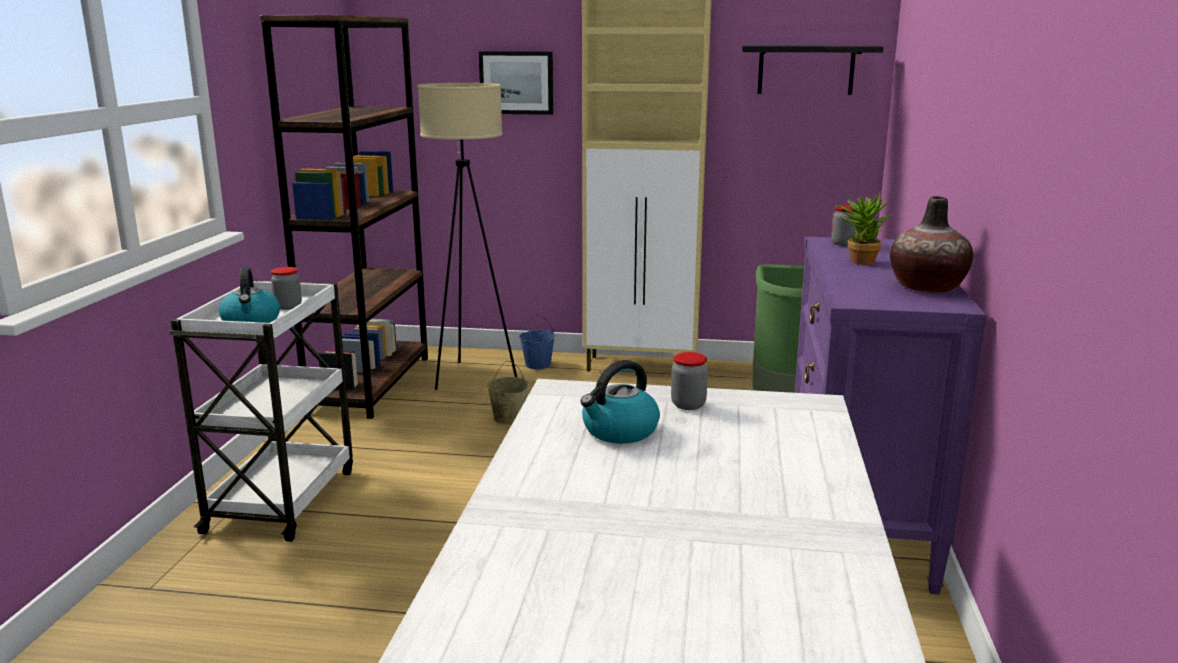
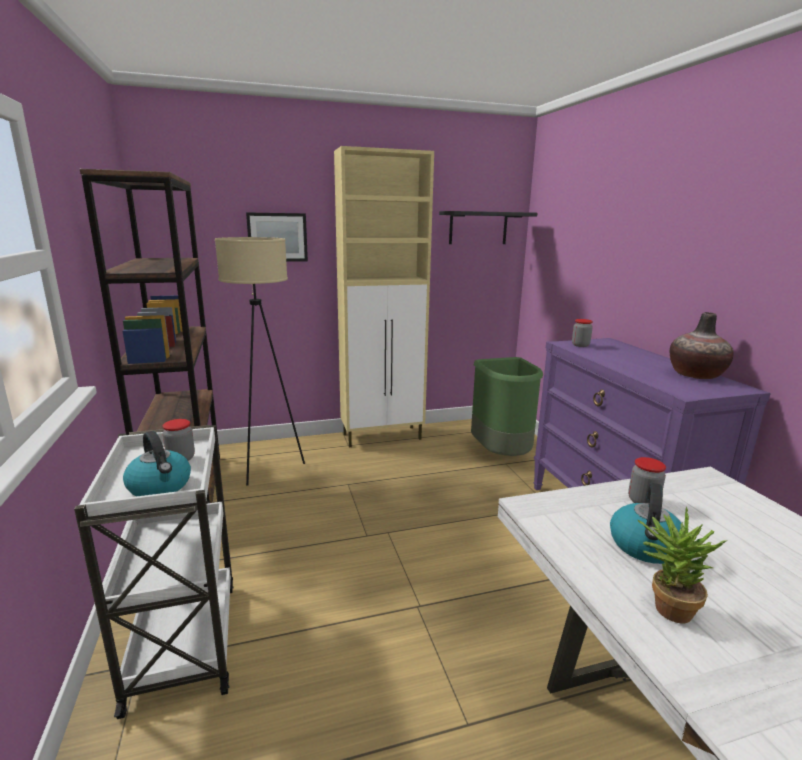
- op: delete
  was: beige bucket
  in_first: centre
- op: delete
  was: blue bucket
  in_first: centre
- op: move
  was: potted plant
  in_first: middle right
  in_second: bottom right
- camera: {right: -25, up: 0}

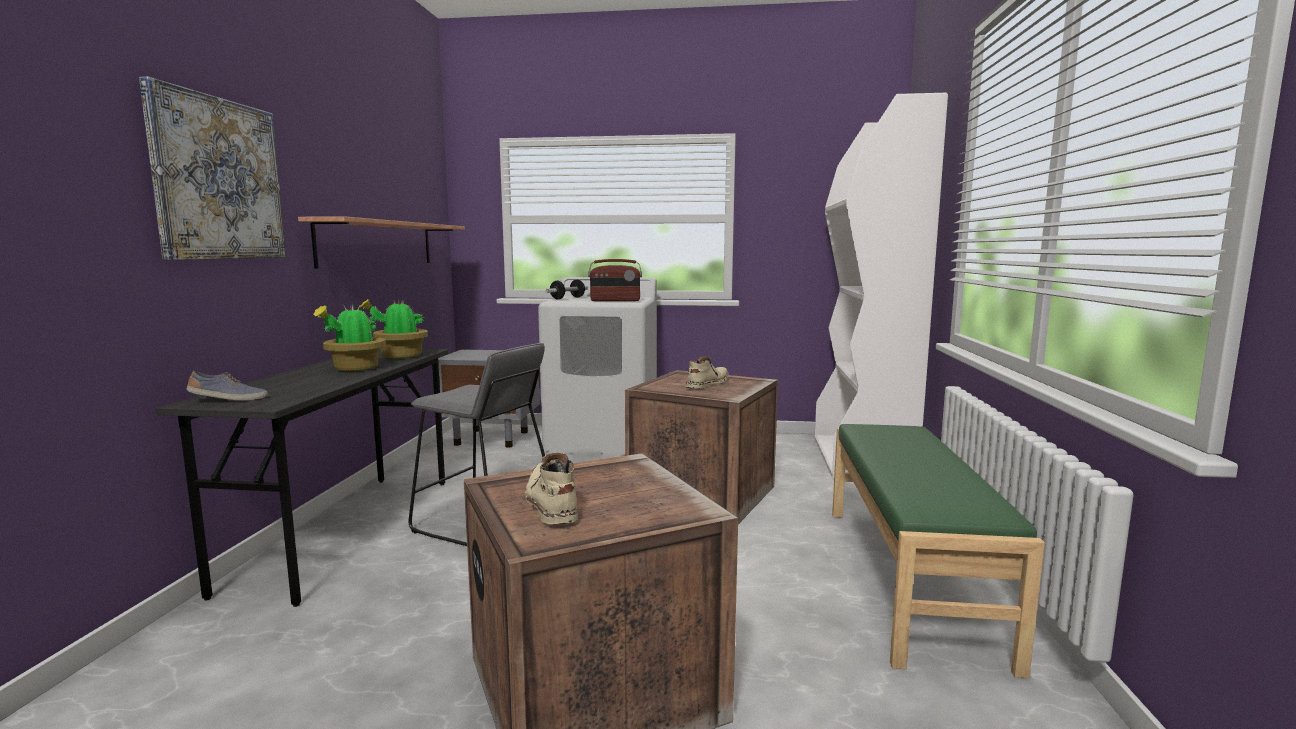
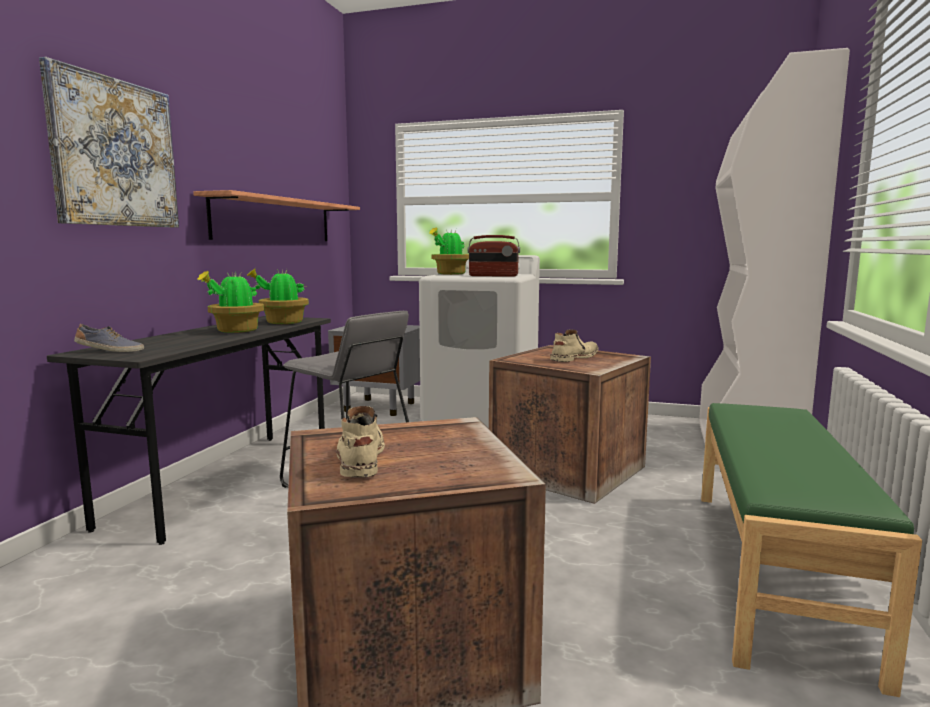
- op: replace
  was: dumbbell
  now: potted plant (3rd from left)
  in_first: centre
  in_second: centre
- camera: {right: 10, up: 0}

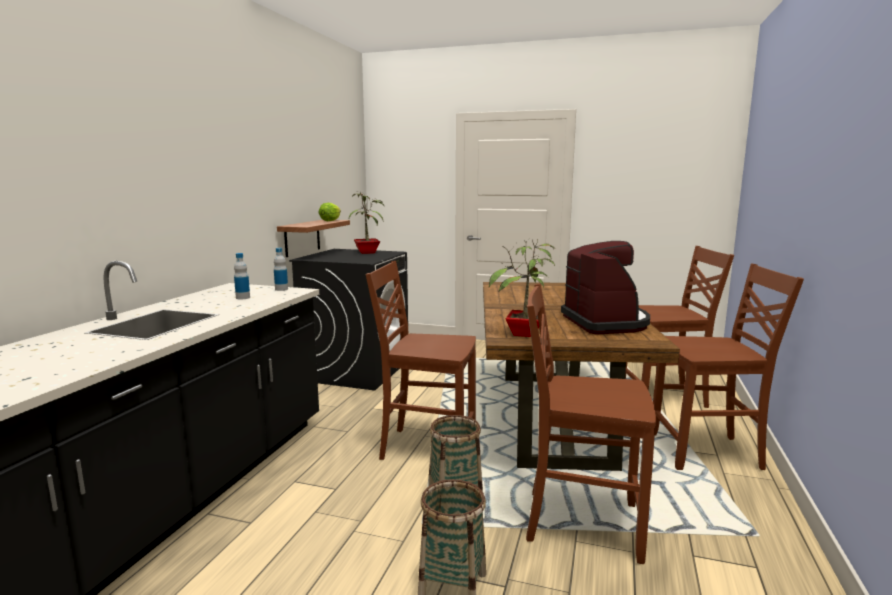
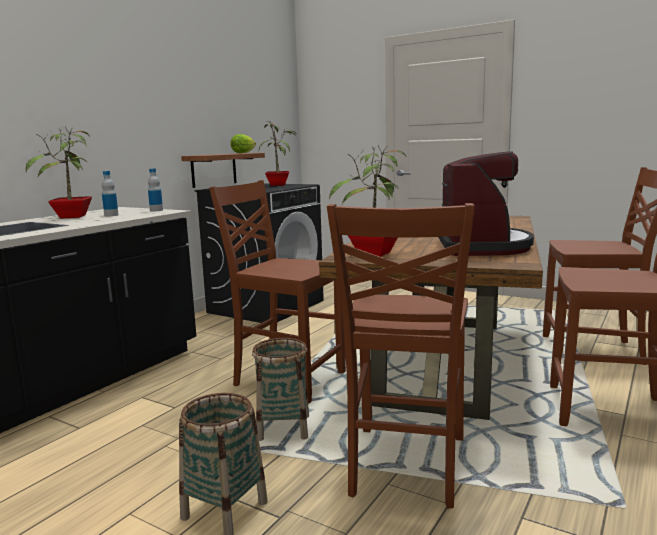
- op: insert
  now: potted plant (1st from left)
  in_second: top left
- op: rotate
  was: brown chair (2nd from left)
  in_first: bottom centre
  in_second: centre
  clockwise: -105
- camera: {right: 15, up: 0}

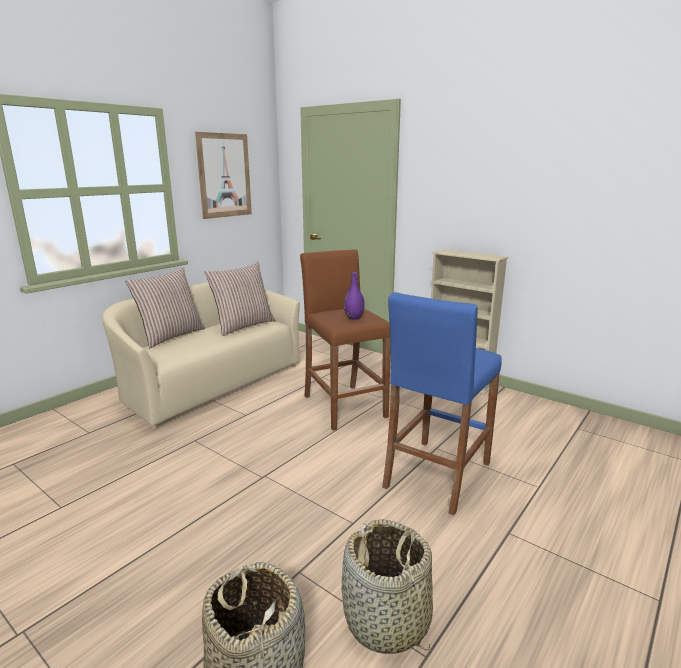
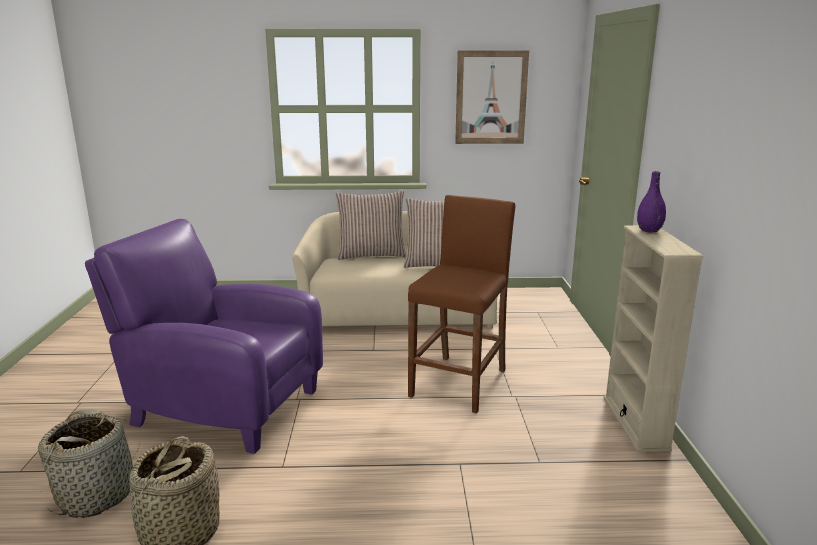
- op: delete
  was: blue stool
  in_first: centre
- op: insert
  now: purple armchair
  in_second: middle left
- op: move
  was: purple vase
  in_first: centre
  in_second: middle right
- camera: {right: 50, up: 0}

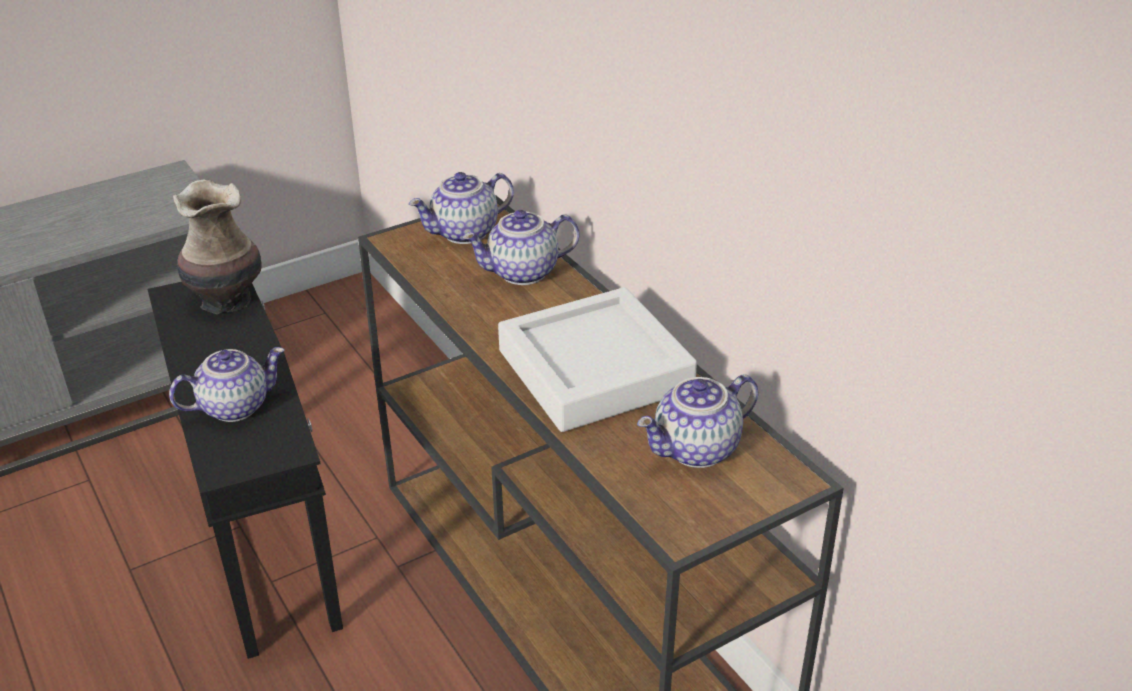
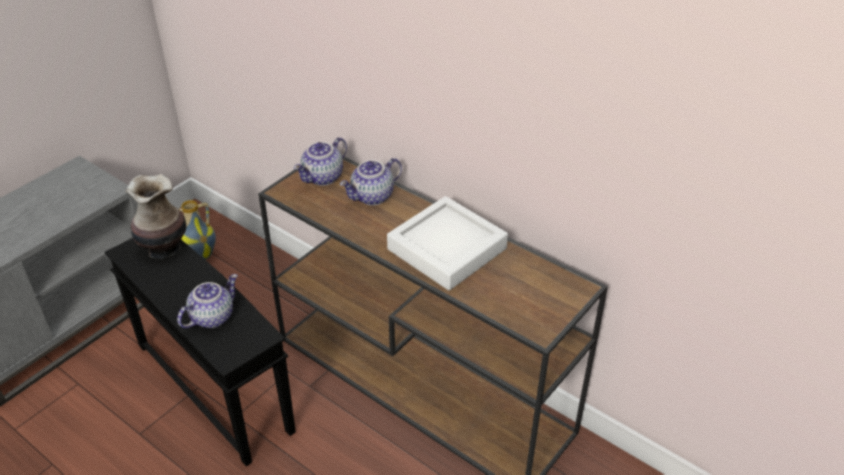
- op: delete
  was: teapot (4th from left)
  in_first: centre
- op: insert
  now: vase (2nd from left)
  in_second: middle left
- camera: {right: -20, up: 5}

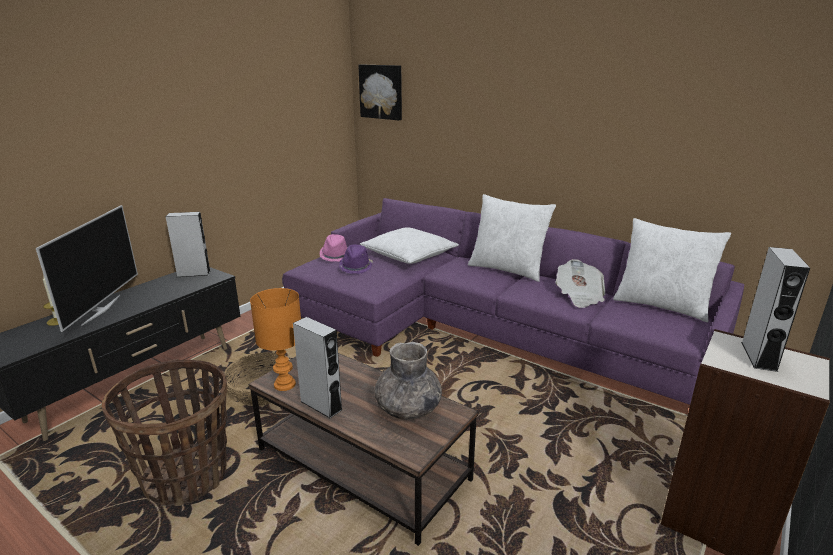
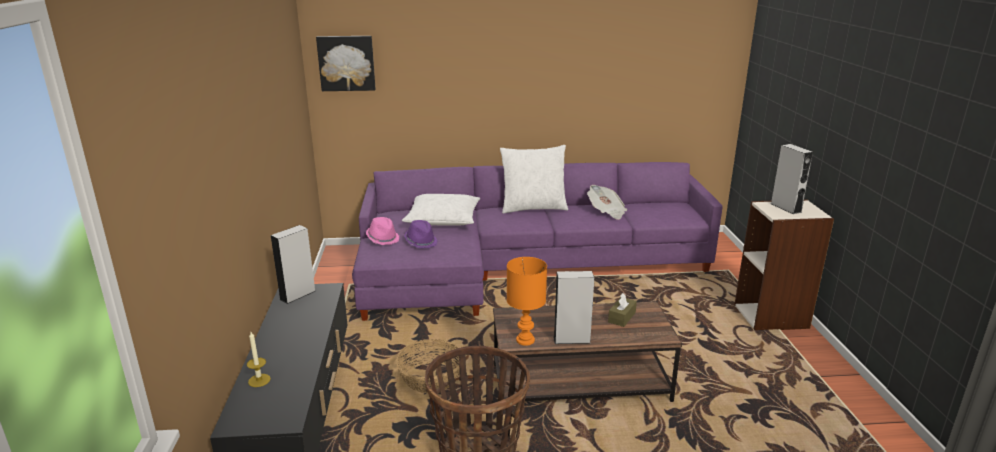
- op: delete
  was: television
  in_first: middle left
- op: delete
  was: white pillow (3rd from left)
  in_first: middle right
- op: replace
  was: grey vase
  now: brown tissue box
  in_first: bottom centre
  in_second: bottom centre
- camera: {right: -40, up: 0}

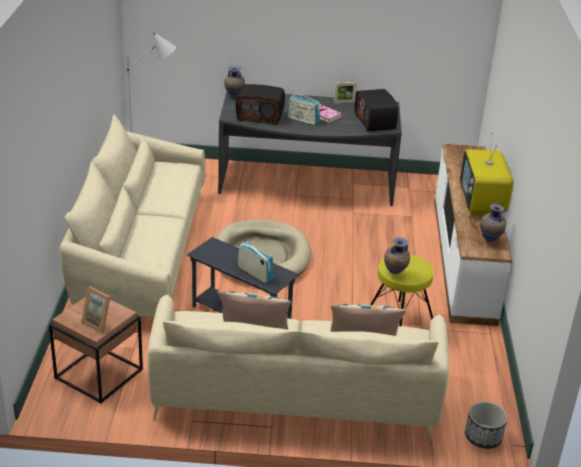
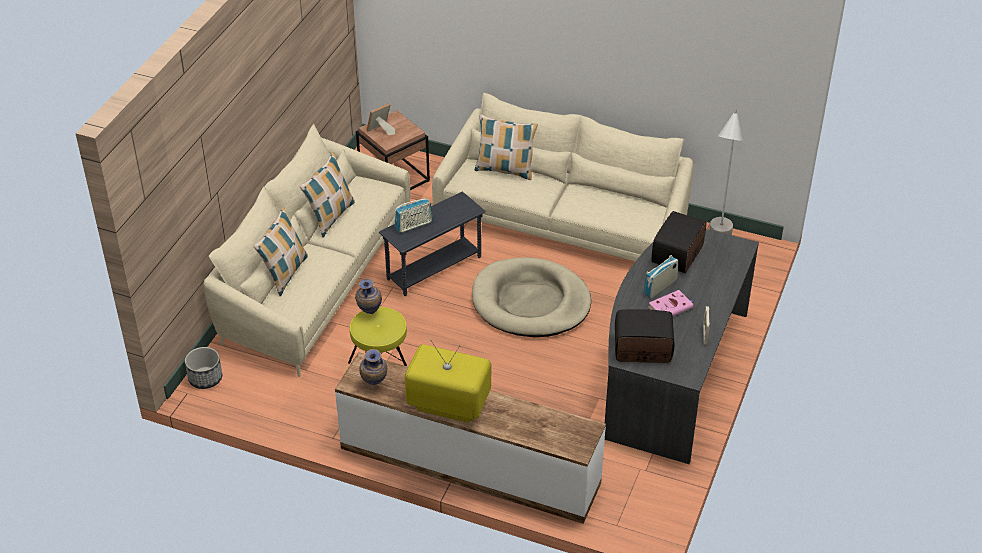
- op: delete
  was: vase (1st from left)
  in_first: top centre
- op: insert
  now: pillow (3rd from left)
  in_second: top centre
- camera: {right: 110, up: 10}

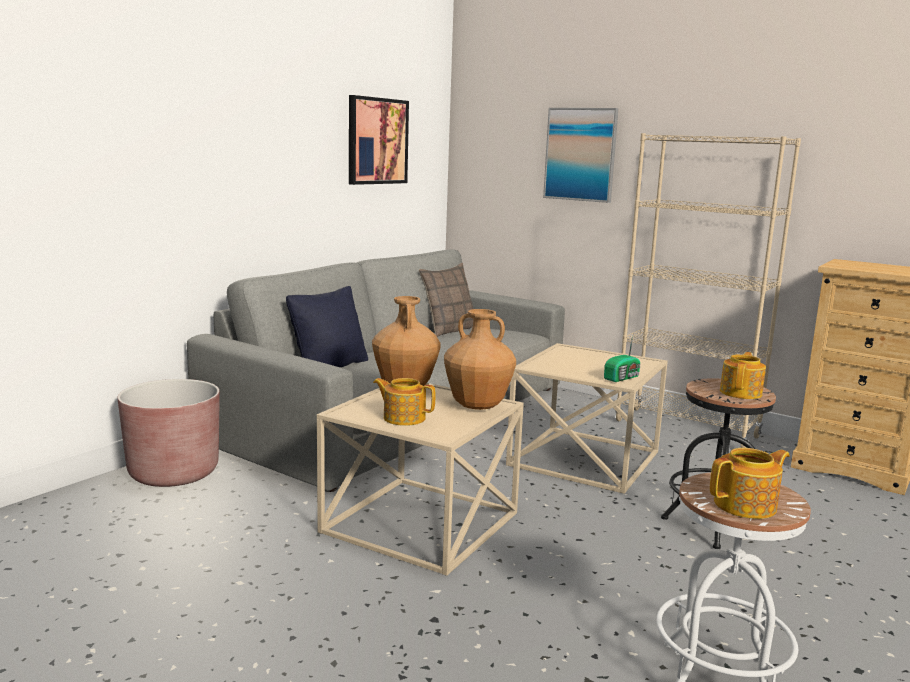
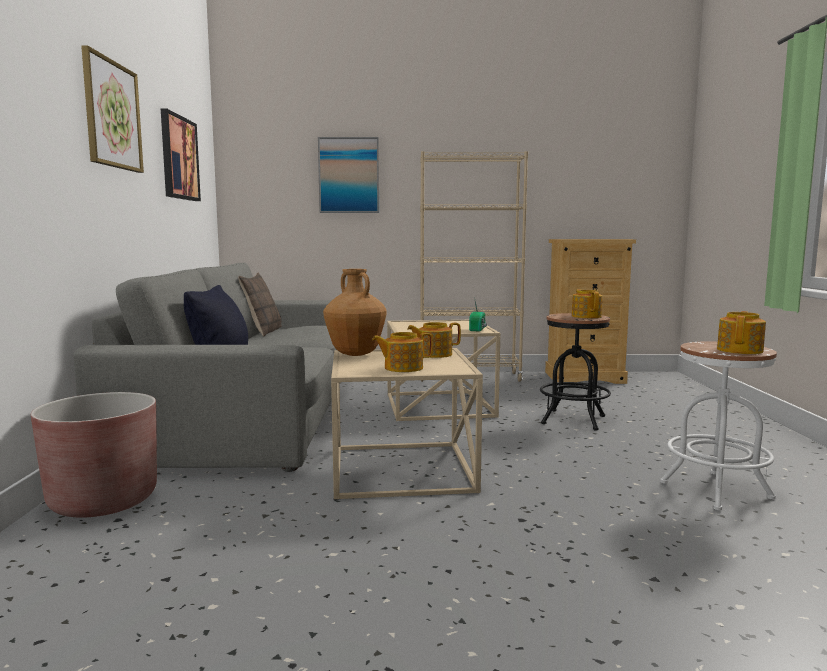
- op: insert
  now: picture (1st from left)
  in_second: top left
- op: replace
  was: brown vase (2nd from left)
  now: teapot (2nd from left)
  in_first: centre
  in_second: centre
- camera: {right: -35, up: -5}

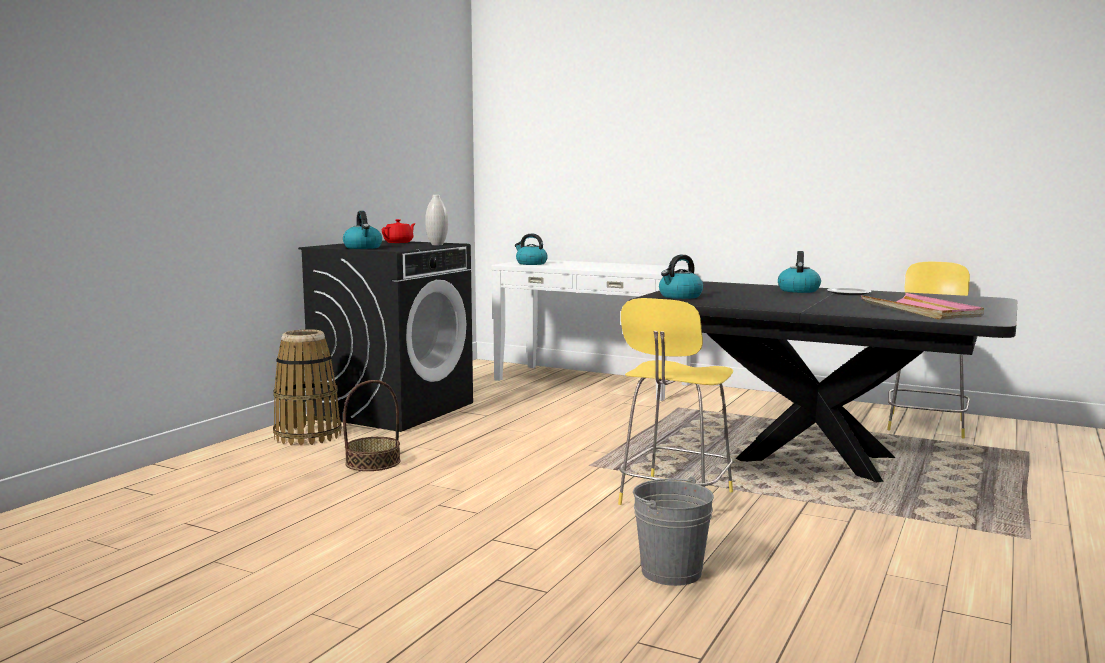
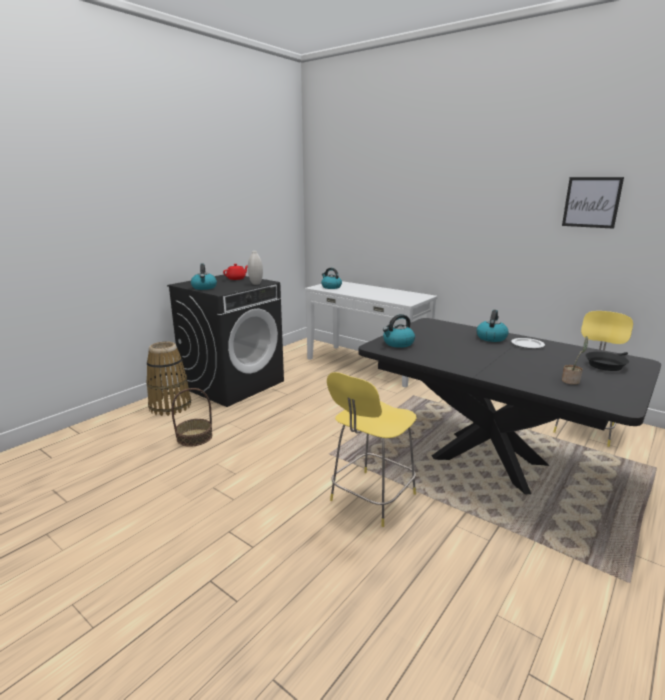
- op: delete
  was: grey bucket
  in_first: bottom centre
- op: insert
  now: picture
  in_second: top right
- op: insert
  now: black frying pan
  in_second: middle right
- op: replace
  was: pink tray
  now: potted plant
  in_first: middle right
  in_second: middle right
- camera: {right: 10, up: 10}

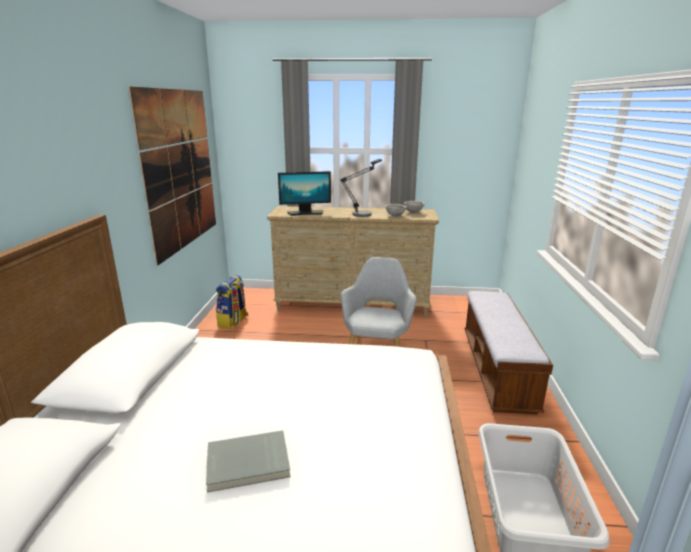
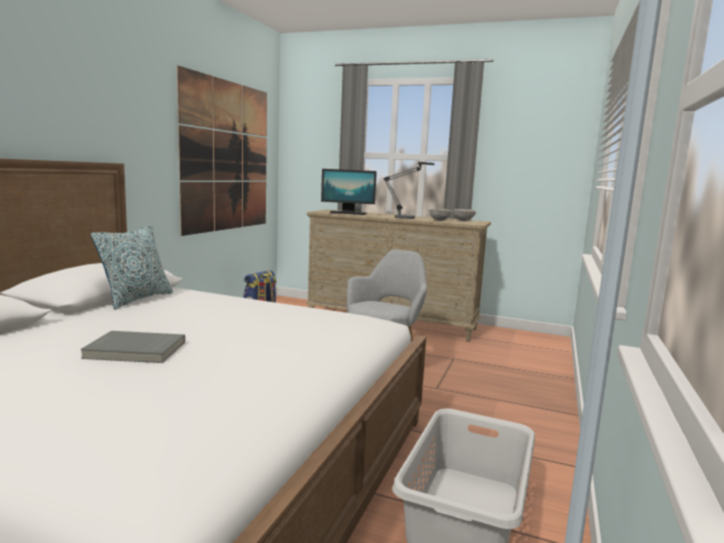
- op: delete
  was: bench
  in_first: middle right
- op: insert
  now: pillow
  in_second: middle left
- camera: {right: 15, up: -10}

